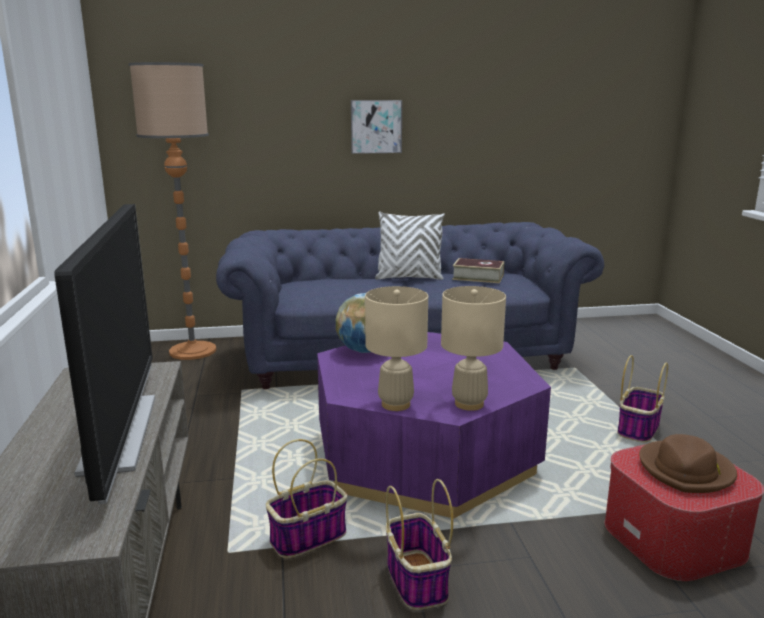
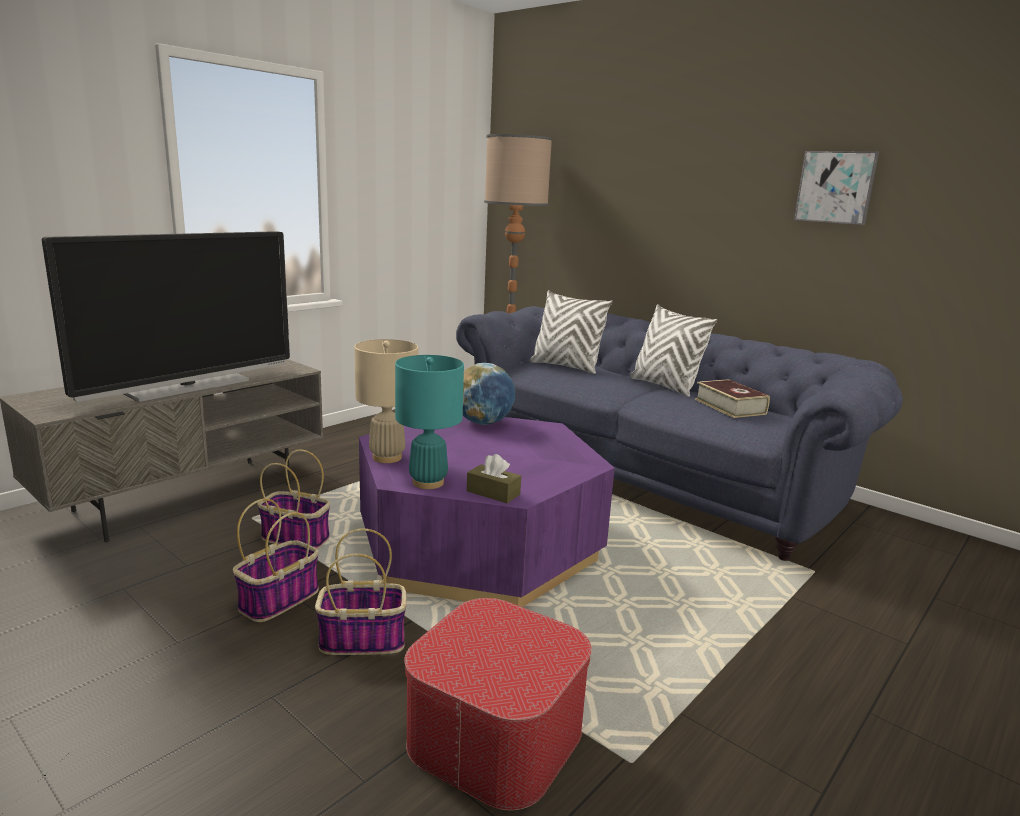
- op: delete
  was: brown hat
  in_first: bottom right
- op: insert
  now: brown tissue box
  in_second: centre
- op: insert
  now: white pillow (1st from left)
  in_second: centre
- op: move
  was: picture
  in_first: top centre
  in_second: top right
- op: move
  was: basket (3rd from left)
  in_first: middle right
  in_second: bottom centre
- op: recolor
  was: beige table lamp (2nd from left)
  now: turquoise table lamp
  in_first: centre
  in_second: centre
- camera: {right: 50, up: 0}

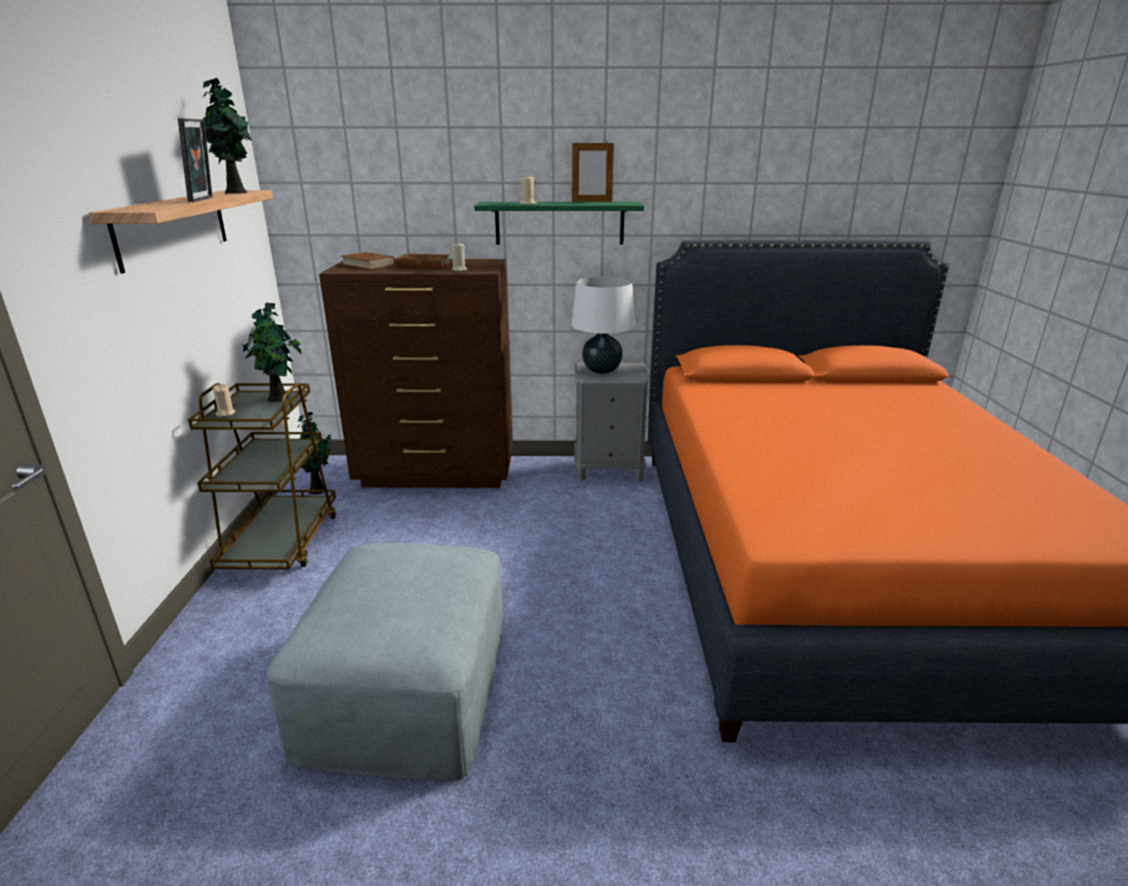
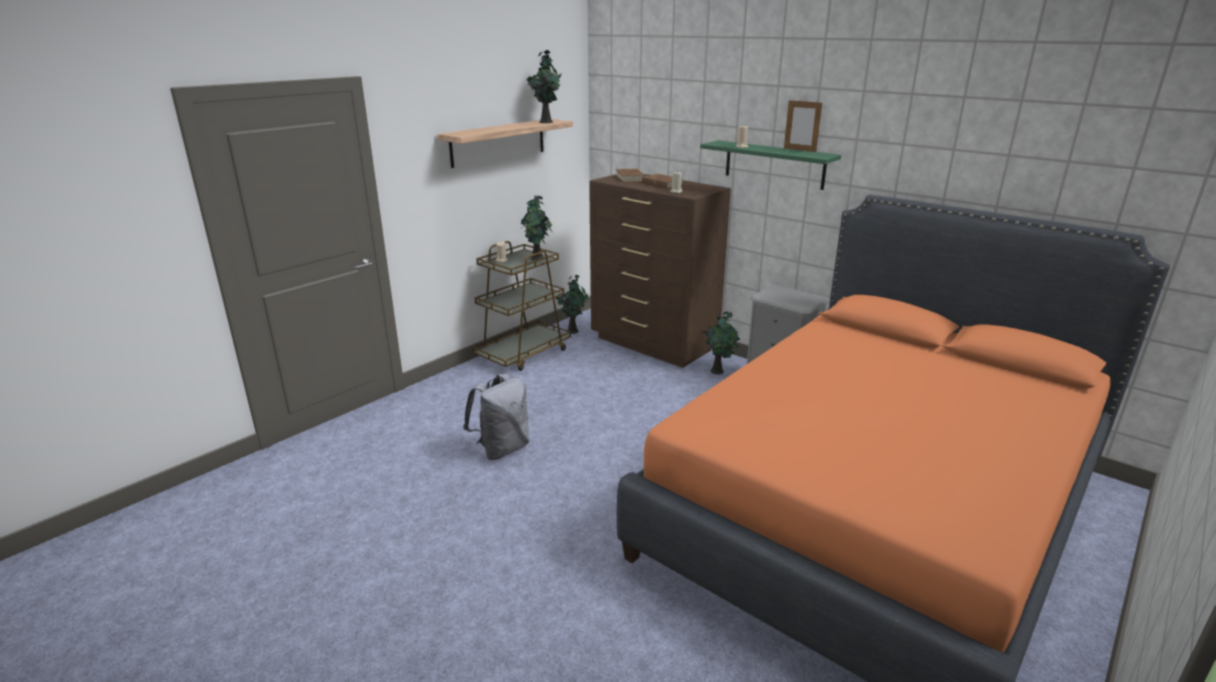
- op: delete
  was: picture frame (1st from left)
  in_first: top left
- op: delete
  was: white table lamp
  in_first: centre
- op: insert
  now: potted plant (4th from left)
  in_second: centre
- op: replace
  was: grey ottoman
  now: grey backpack
  in_first: bottom centre
  in_second: centre
- camera: {right: 40, up: 0}

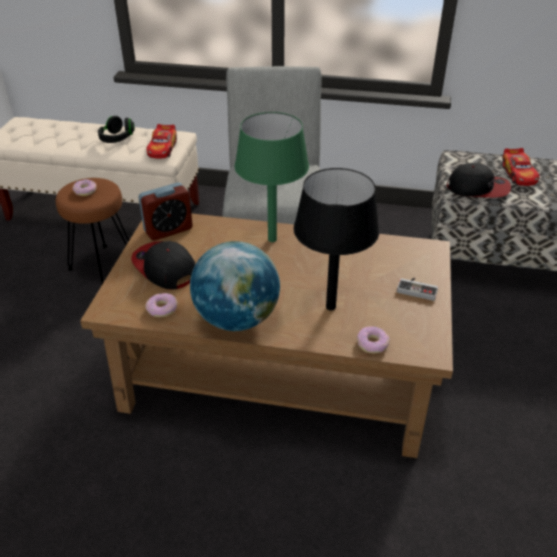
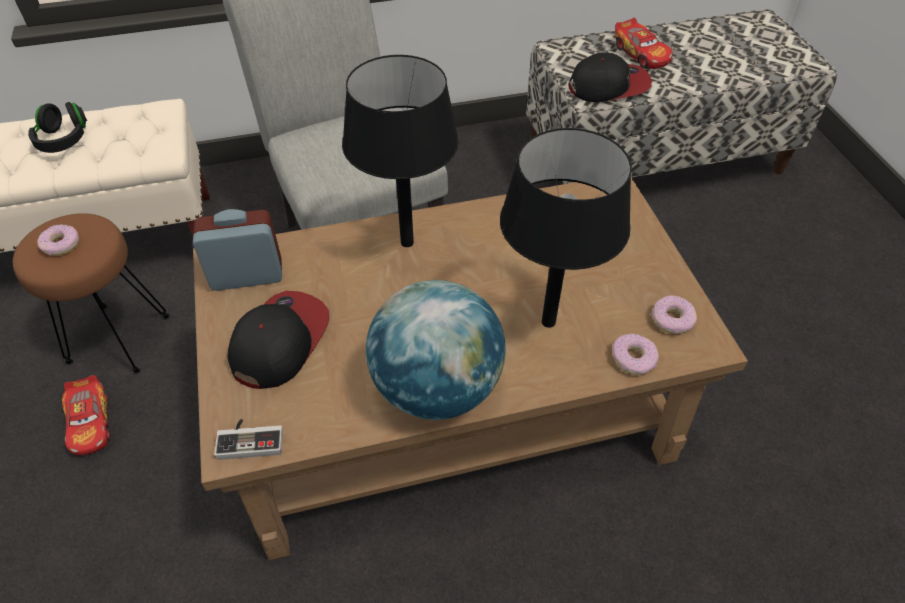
- op: move
  was: donut (2nd from left in the first image)
  now: donut (3rd from left)
  in_first: middle left
  in_second: middle right
- op: move
  was: toy car (1st from left)
  in_first: top left
  in_second: bottom left
- op: move
  was: game controller
  in_first: middle right
  in_second: bottom left
- op: recolor
  was: green table lamp
  now: black table lamp (1st from left)
  in_first: top centre
  in_second: top centre
- op: rotate
  was: cap (1st from left)
  in_first: middle left
  in_second: middle left
  clockwise: 90
- op: rotate
  was: alarm clock
  in_first: middle left
  in_second: middle left
  clockwise: -135
- camera: {right: -25, up: 10}

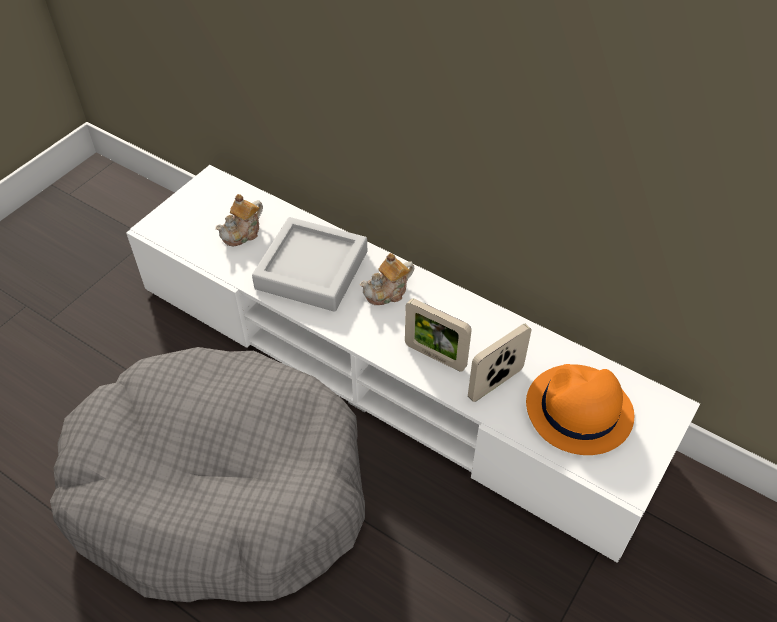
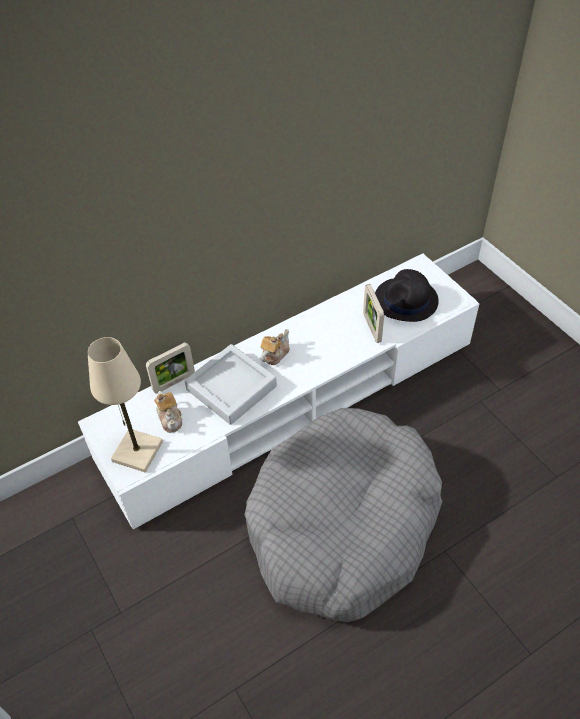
- op: insert
  now: beige table lamp
  in_second: middle left
- op: move
  was: picture frame (1st from left)
  in_first: centre
  in_second: middle left
- op: recolor
  was: orange hat
  now: black hat
  in_first: middle right
  in_second: middle right
- op: rotate
  was: teapot (2nd from left)
  in_first: centre
  in_second: centre
  clockwise: -135
- camera: {right: -65, up: 0}

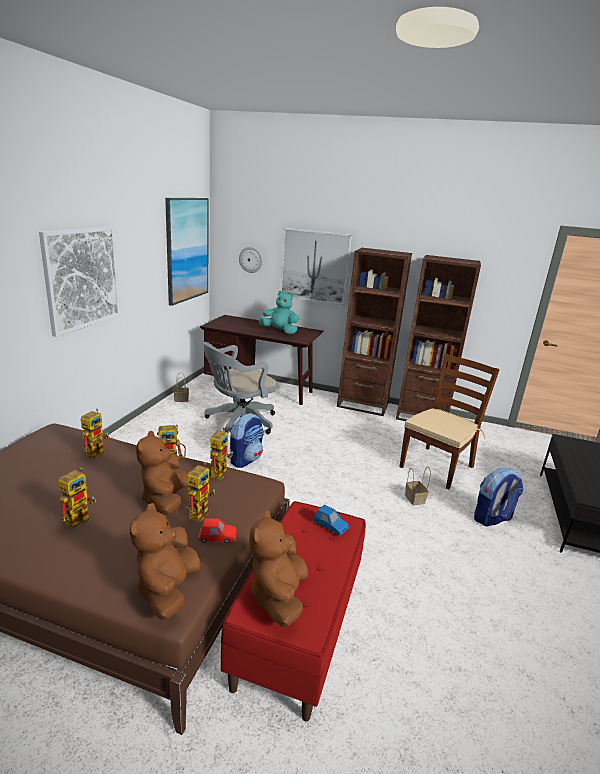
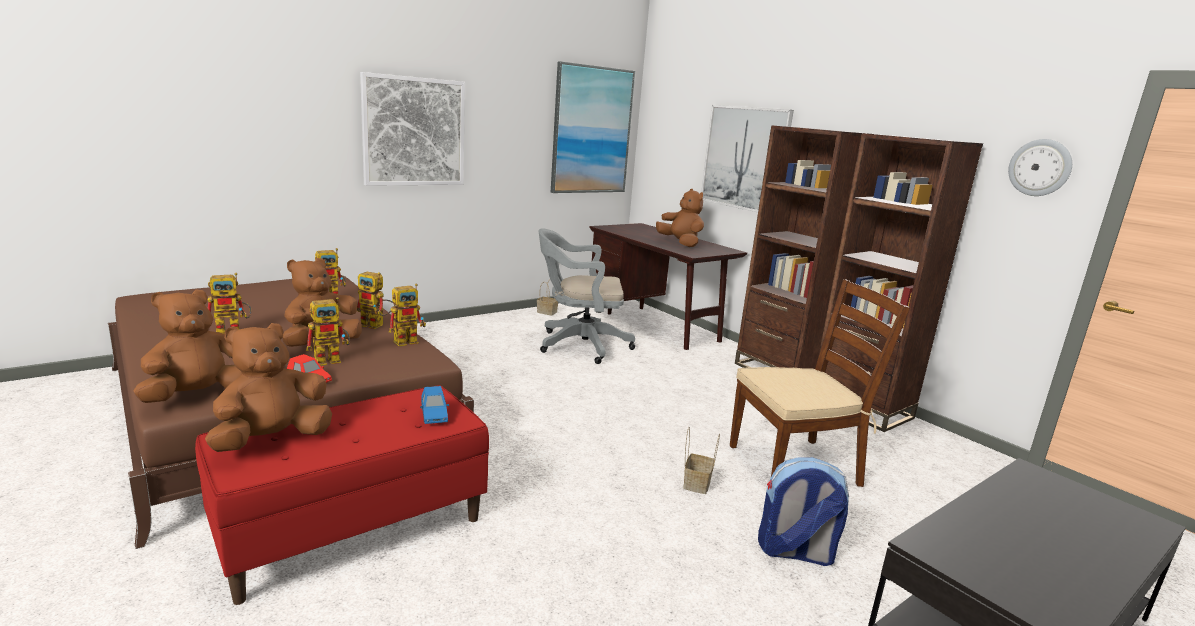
- op: delete
  was: backpack (1st from left)
  in_first: centre
- op: move
  was: wall clock
  in_first: centre
  in_second: top right
- op: recolor
  was: turquoise plush toy
  now: brown plush toy (4th from left)
  in_first: centre
  in_second: centre
- camera: {right: 35, up: -5}

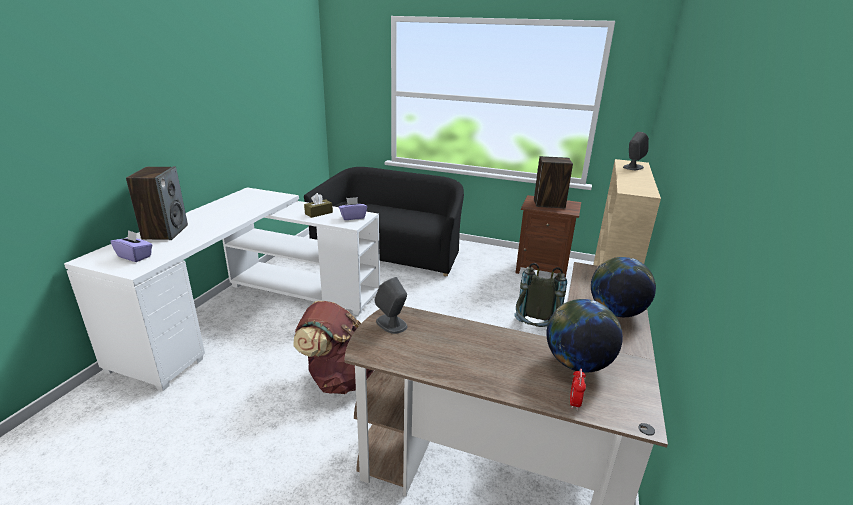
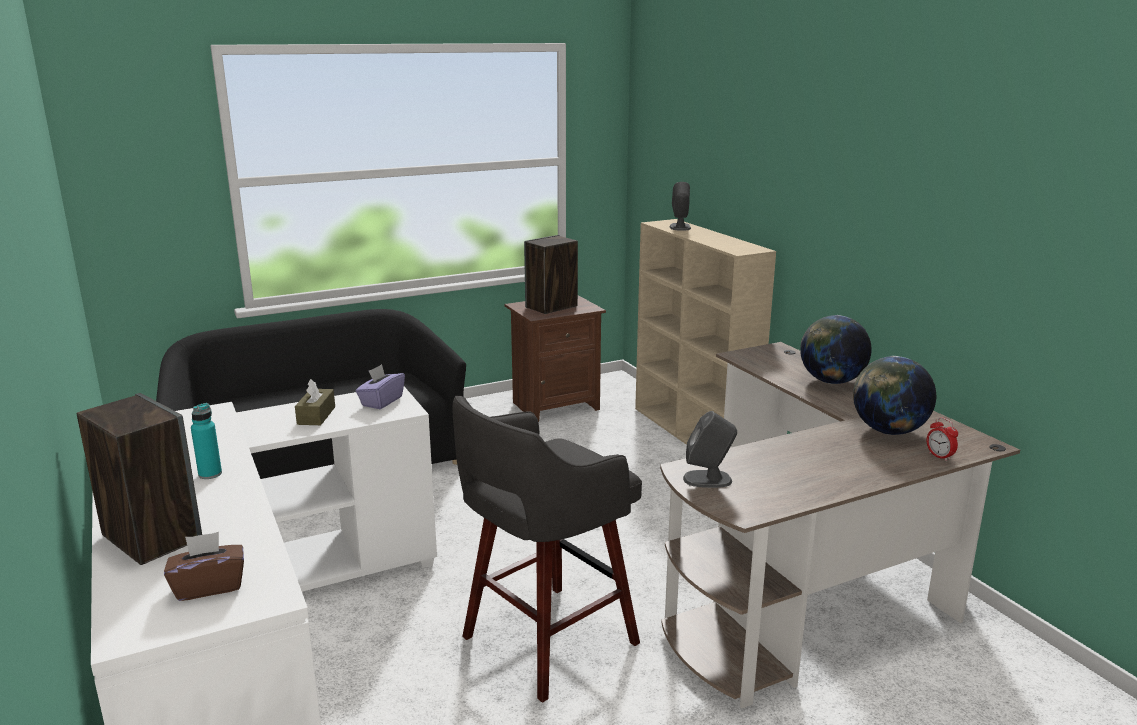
- op: delete
  was: grey backpack
  in_first: centre
- op: insert
  now: turquoise bottle
  in_second: middle left
- op: replace
  was: brown backpack
  now: grey stool
  in_first: bottom centre
  in_second: bottom centre
- op: recolor
  was: purple tissue box (1st from left)
  now: brown tissue box (1st from left)
  in_first: middle left
  in_second: bottom left
- camera: {right: -45, up: -5}

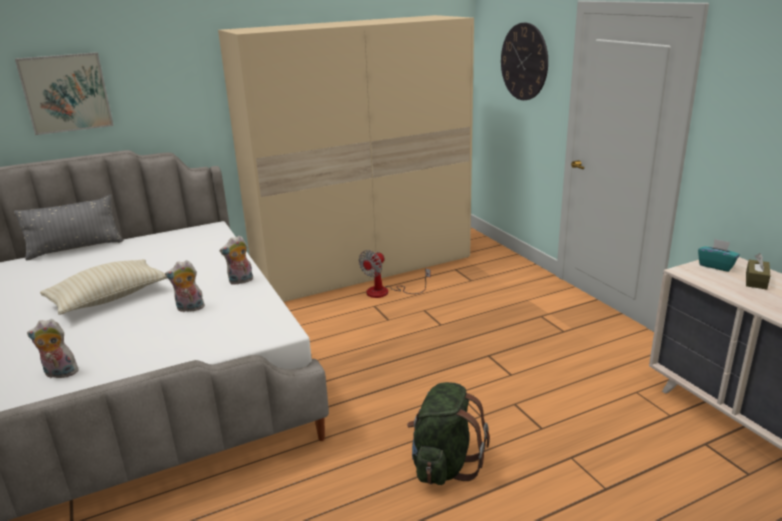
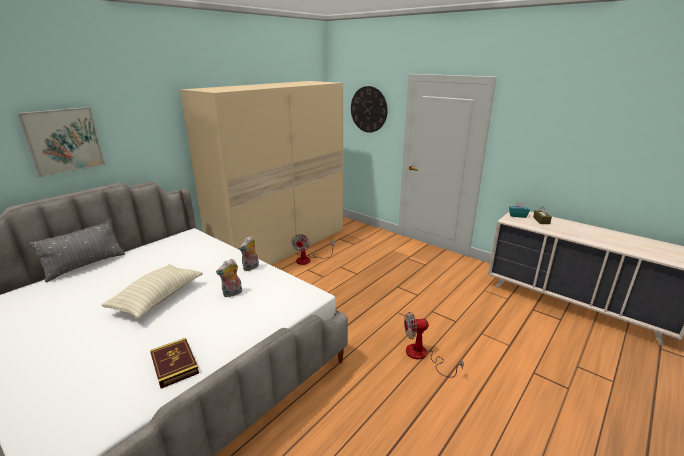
- op: replace
  was: plush toy (1st from left)
  now: book
  in_first: bottom left
  in_second: bottom left
- op: replace
  was: green backpack
  now: fan (2nd from left)
  in_first: bottom centre
  in_second: bottom centre
- camera: {right: -25, up: 0}

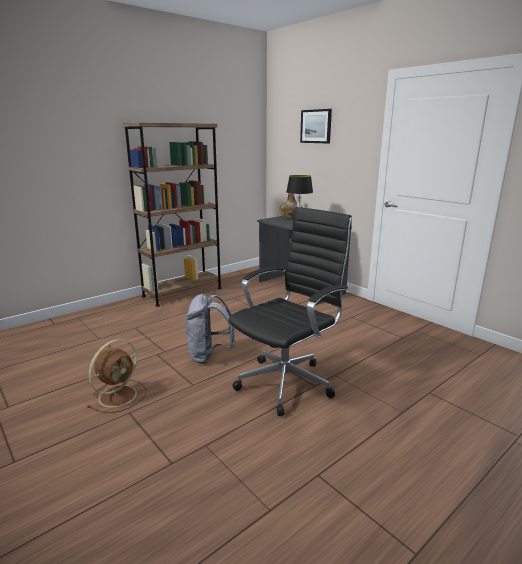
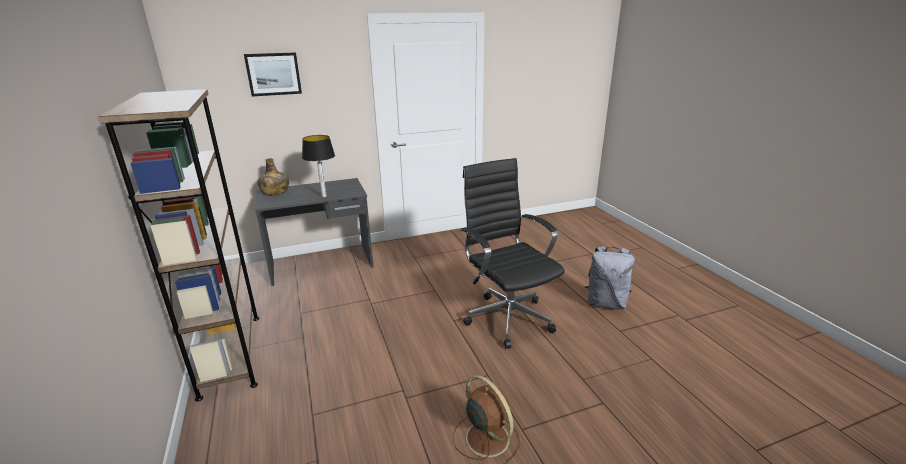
- op: move
  was: grey backpack
  in_first: centre
  in_second: middle right
- camera: {right: -70, up: 5}

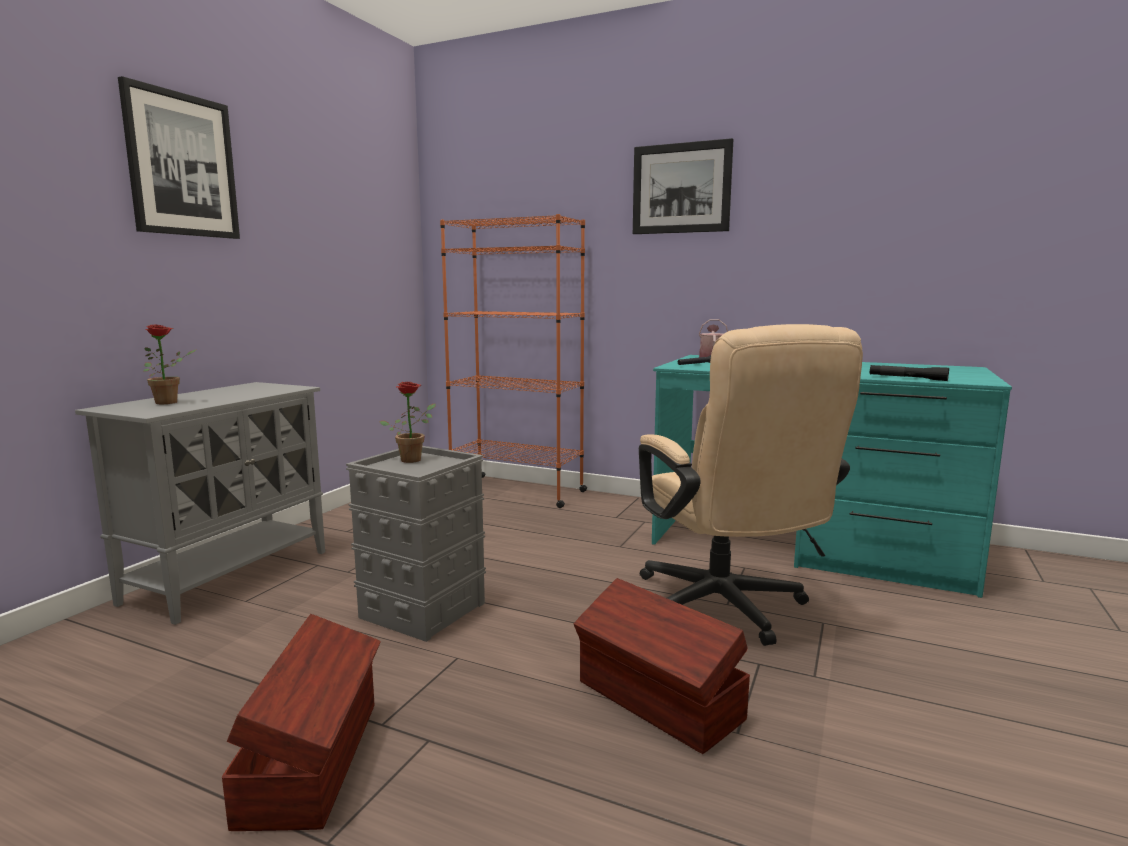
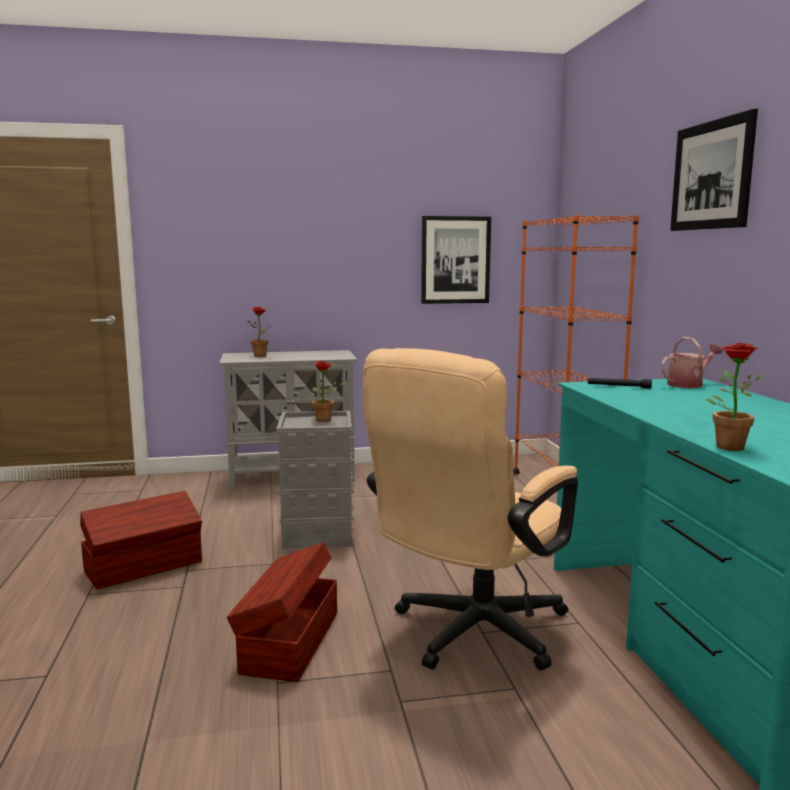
- op: move
  was: picture (1st from left)
  in_first: top left
  in_second: top centre
- op: replace
  was: black flashlight (2nd from left)
  now: potted plant (3rd from left)
  in_first: middle right
  in_second: middle right
- camera: {right: 55, up: 0}

